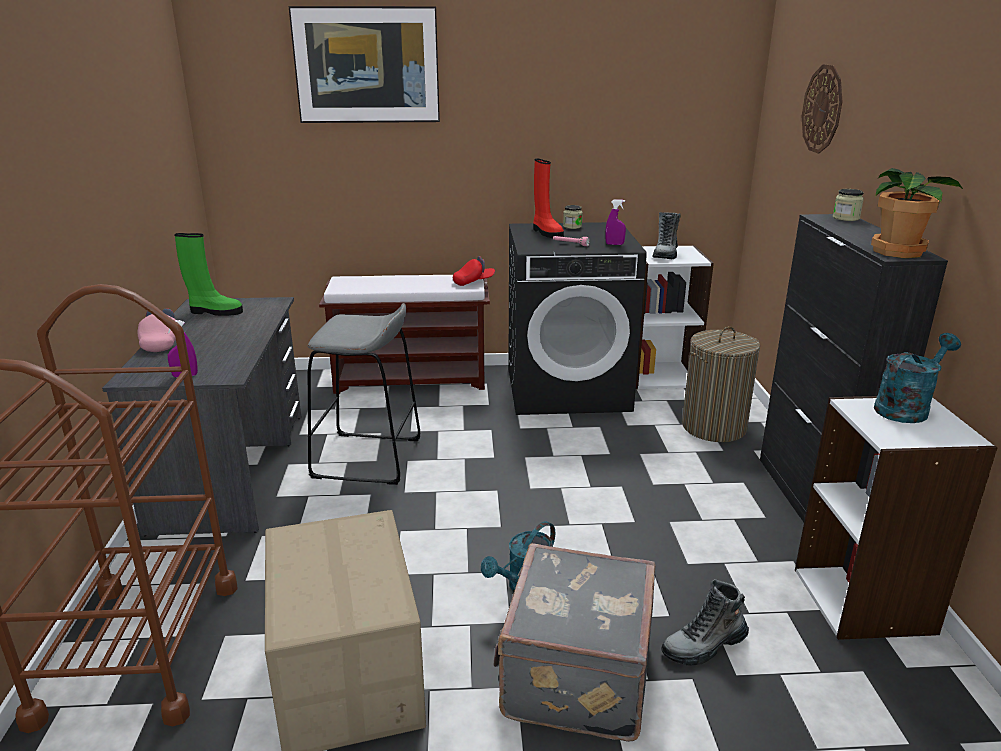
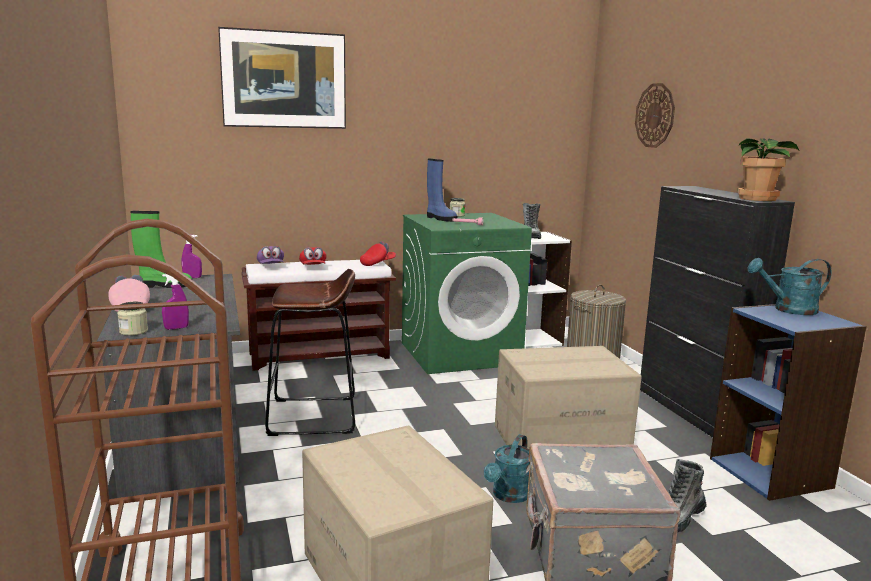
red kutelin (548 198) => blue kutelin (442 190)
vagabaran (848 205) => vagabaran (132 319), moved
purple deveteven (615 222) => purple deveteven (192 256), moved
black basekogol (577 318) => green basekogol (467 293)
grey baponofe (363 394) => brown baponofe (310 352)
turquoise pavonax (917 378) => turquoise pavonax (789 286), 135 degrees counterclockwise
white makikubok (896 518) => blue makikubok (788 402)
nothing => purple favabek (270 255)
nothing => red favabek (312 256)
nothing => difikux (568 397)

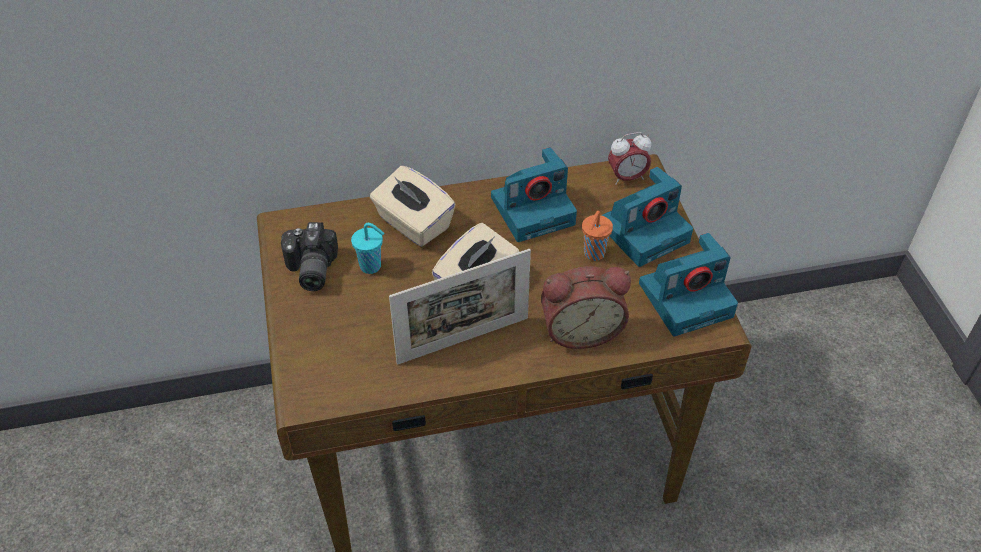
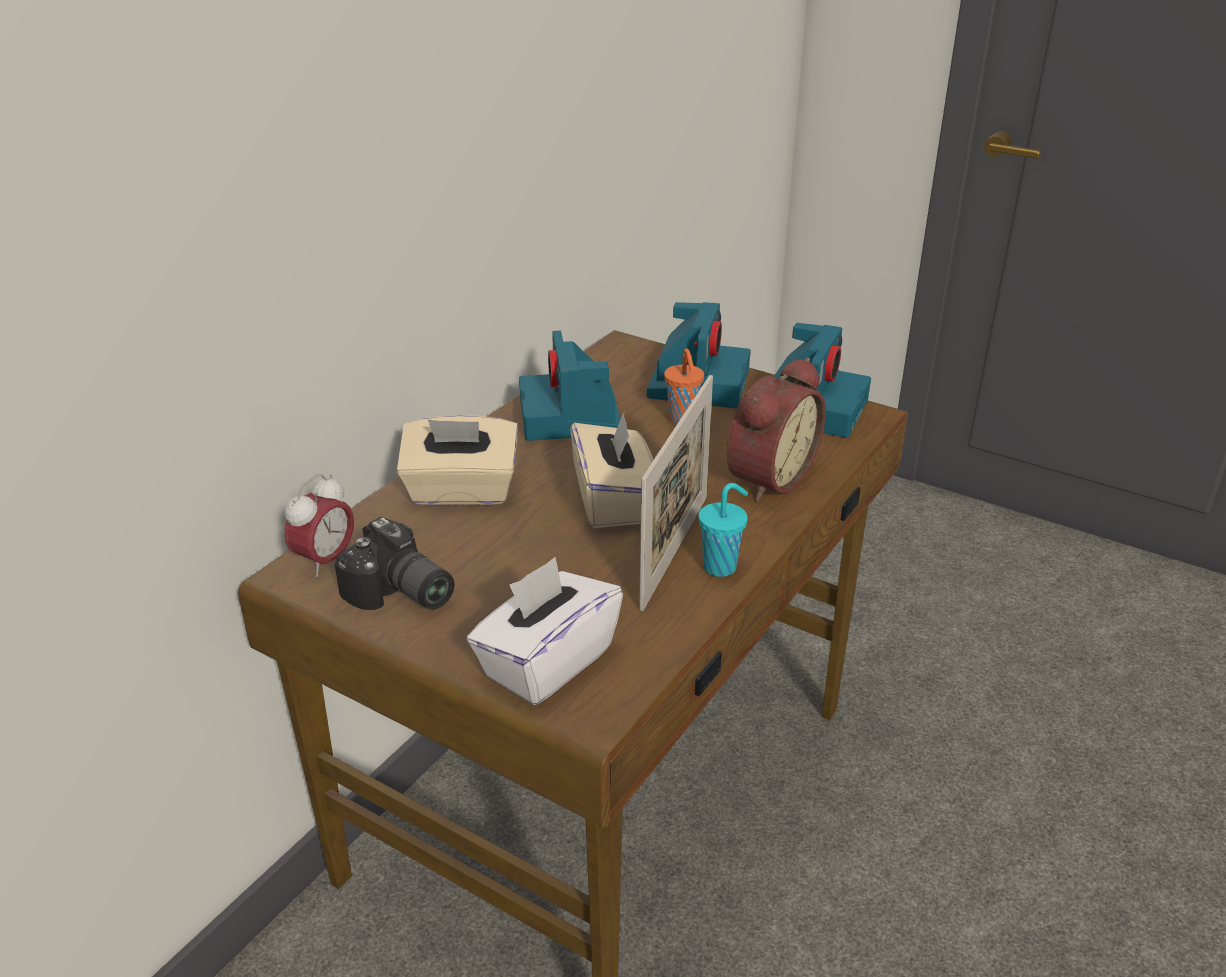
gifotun (630 158) => gifotun (319 525), moved
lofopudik (534 194) => lofopudik (570 386), 150 degrees clockwise
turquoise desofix (367 248) => turquoise desofix (723 530), moved
nothing => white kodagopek (545 631)

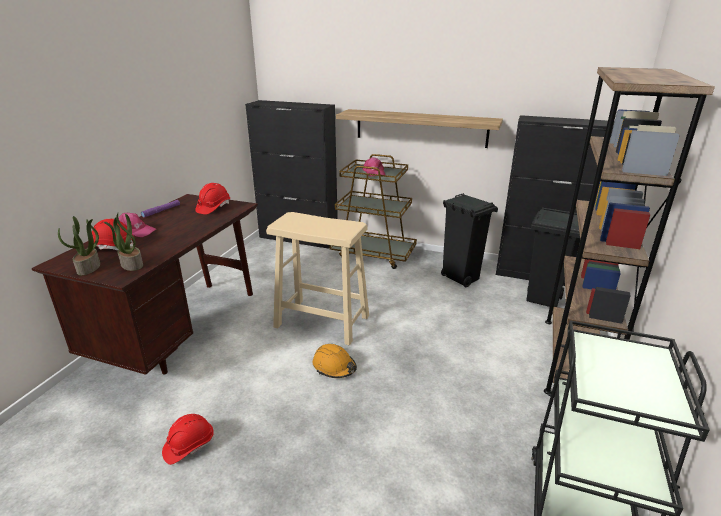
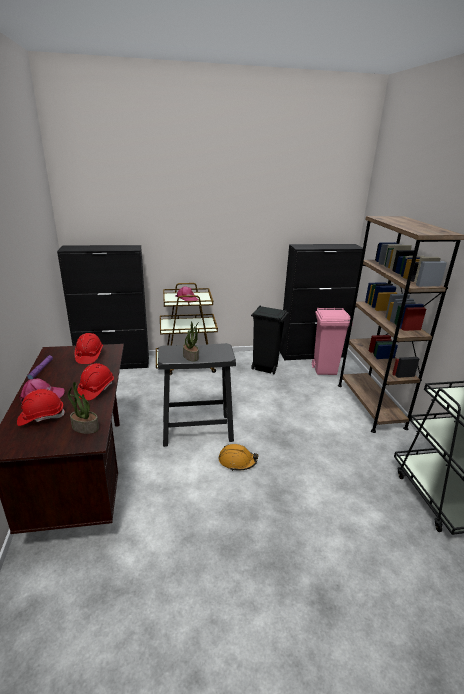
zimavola (419 128) => nothing
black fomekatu (553 257) => pink fomekatu (332 341)
beige baponofe (317 278) => black baponofe (197 395)
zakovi (79 245) => zakovi (191 341), moved
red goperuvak (188 439) => red goperuvak (95 381), moved

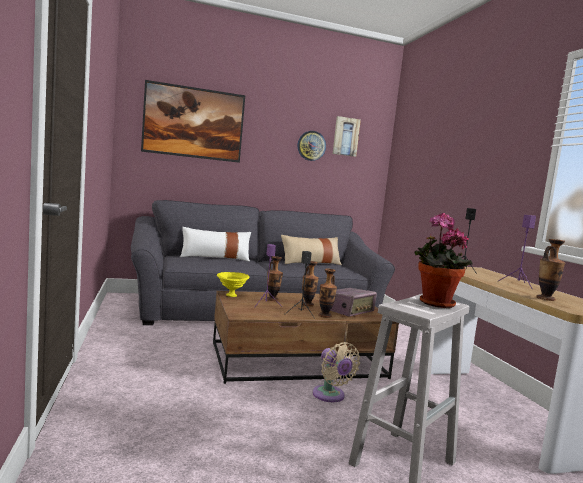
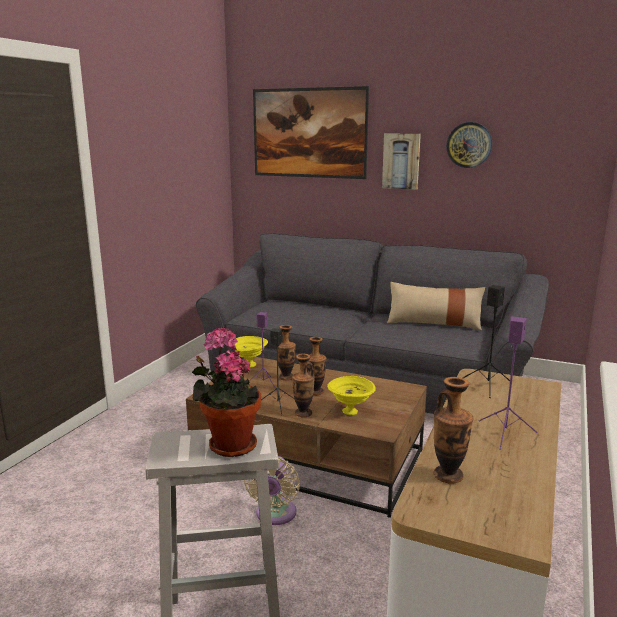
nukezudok (347 136) => nukezudok (401 162), moved
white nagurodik (215 244) => nothing
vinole (353 302) => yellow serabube (351 395)

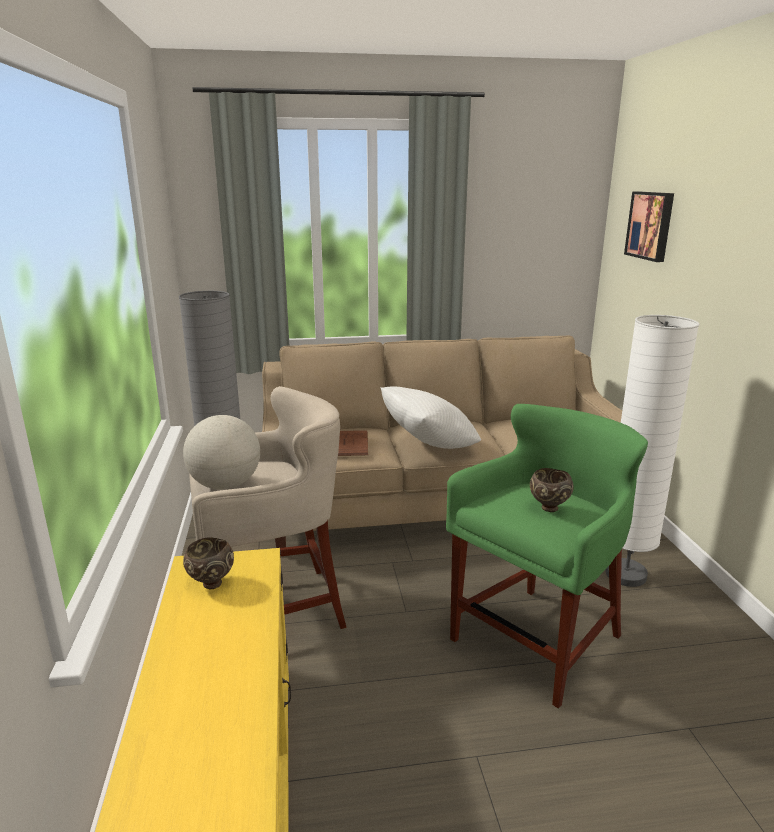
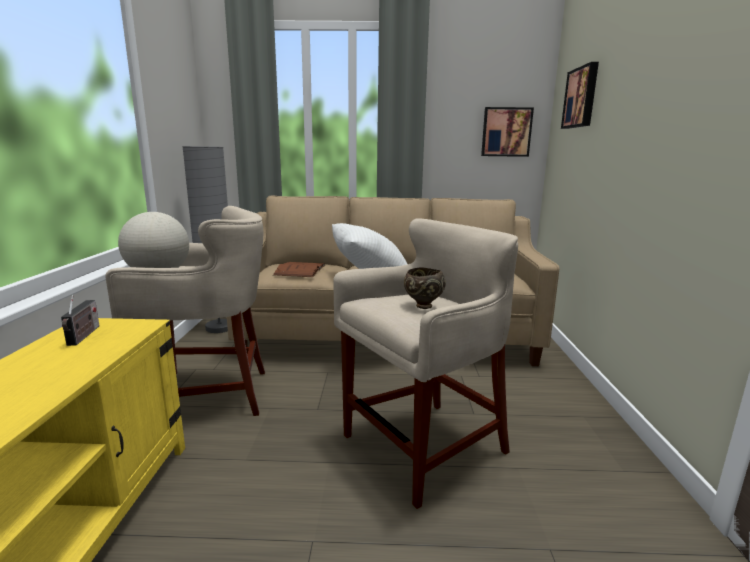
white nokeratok (652 451) => nothing
green baponofe (547 556) => beige baponofe (425 364)
brown serabube (208 563) => vinole (80 320)
nothing => nukezudok (507 132)

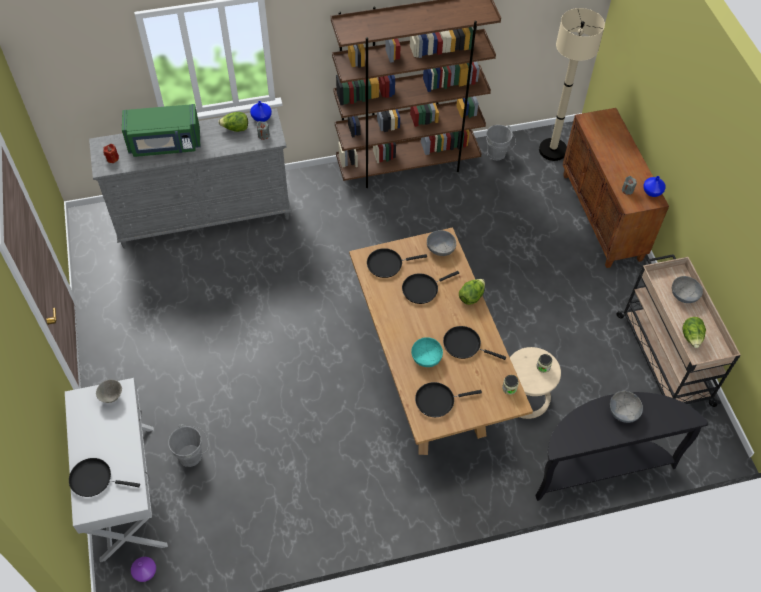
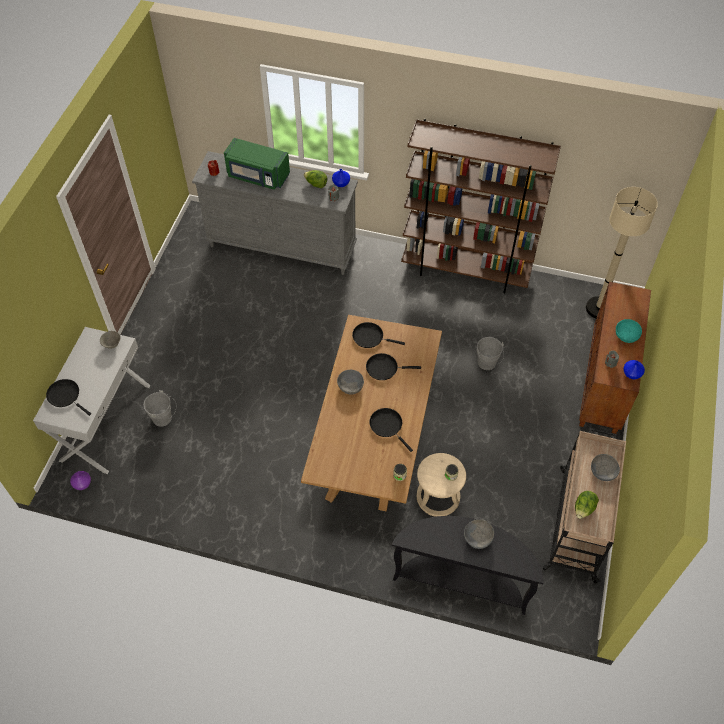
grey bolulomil (501 142) => grey bolulomil (490 353), moved
grey serabube (441 243) => grey serabube (350 382), moved
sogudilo (472 292) => nothing
turquoise serabube (427 352) => turquoise serabube (629 331), moved
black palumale (448 399) => nothing

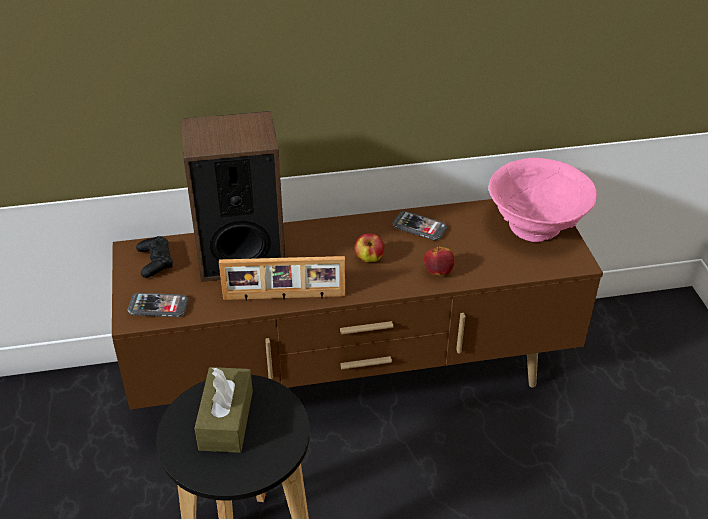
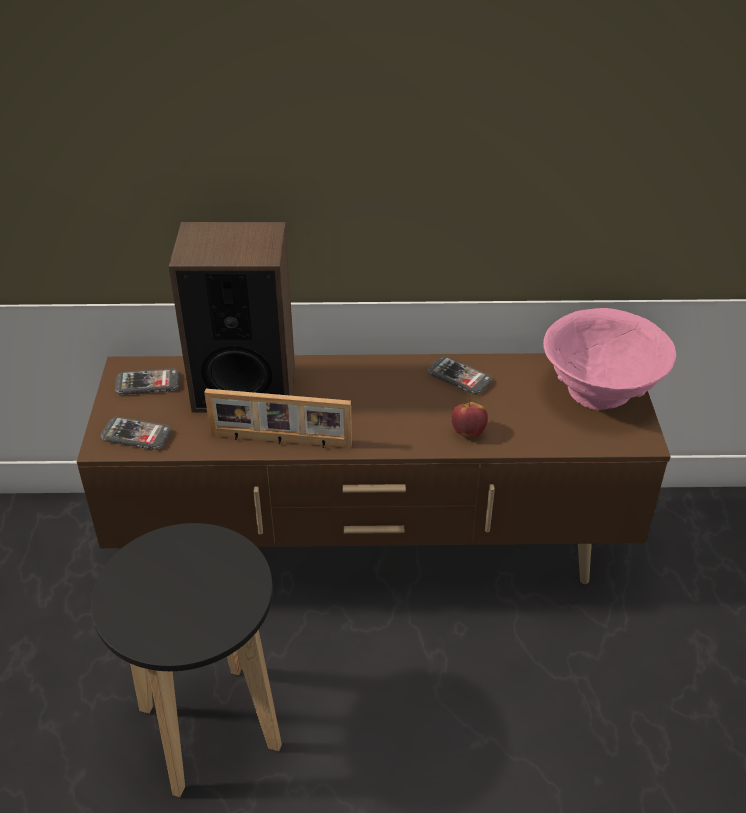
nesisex (370 247) => nothing
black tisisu (154 257) => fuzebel (147 381)
brown kodagopek (224 410) => nothing

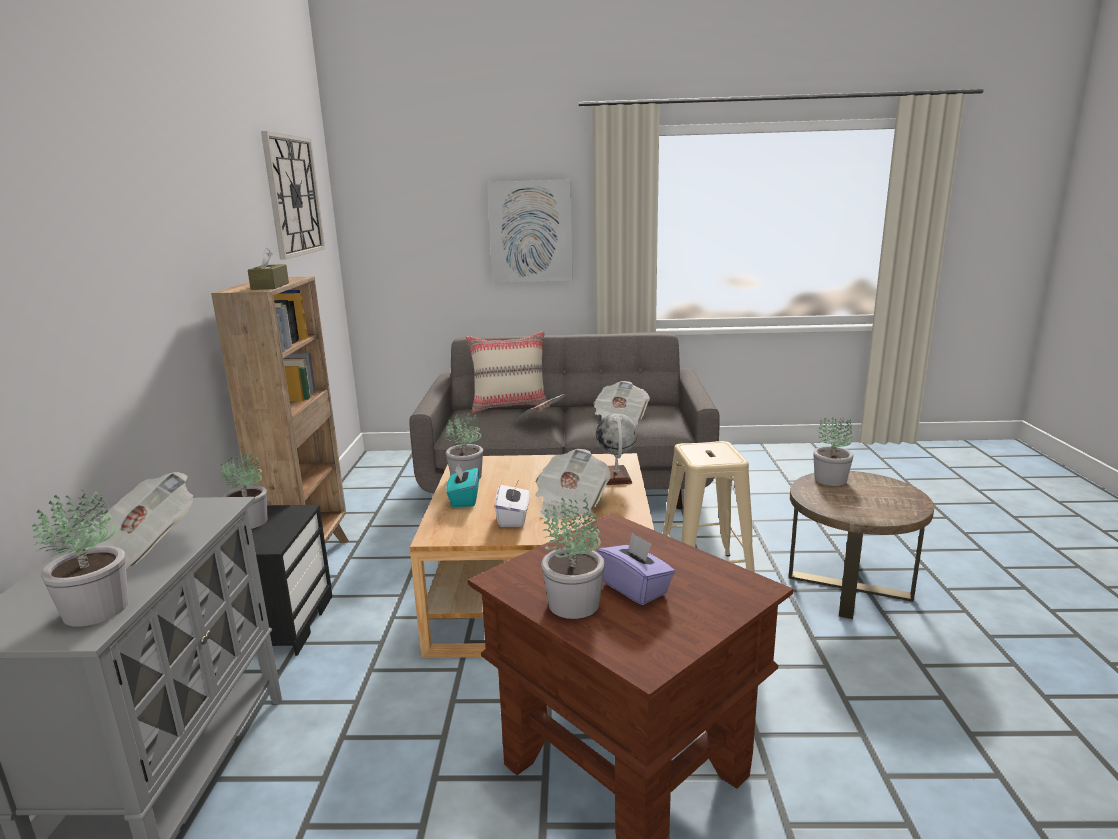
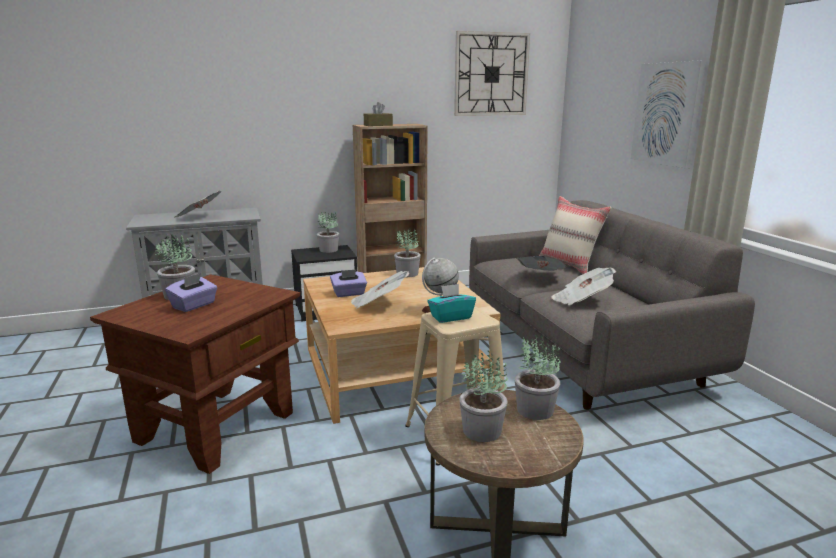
turquoise kodagopek (462 485) => turquoise kodagopek (451 303), moved
white kodagopek (512 504) => purple kodagopek (348 283)
zakovi (81 558) => zakovi (483 396), moved

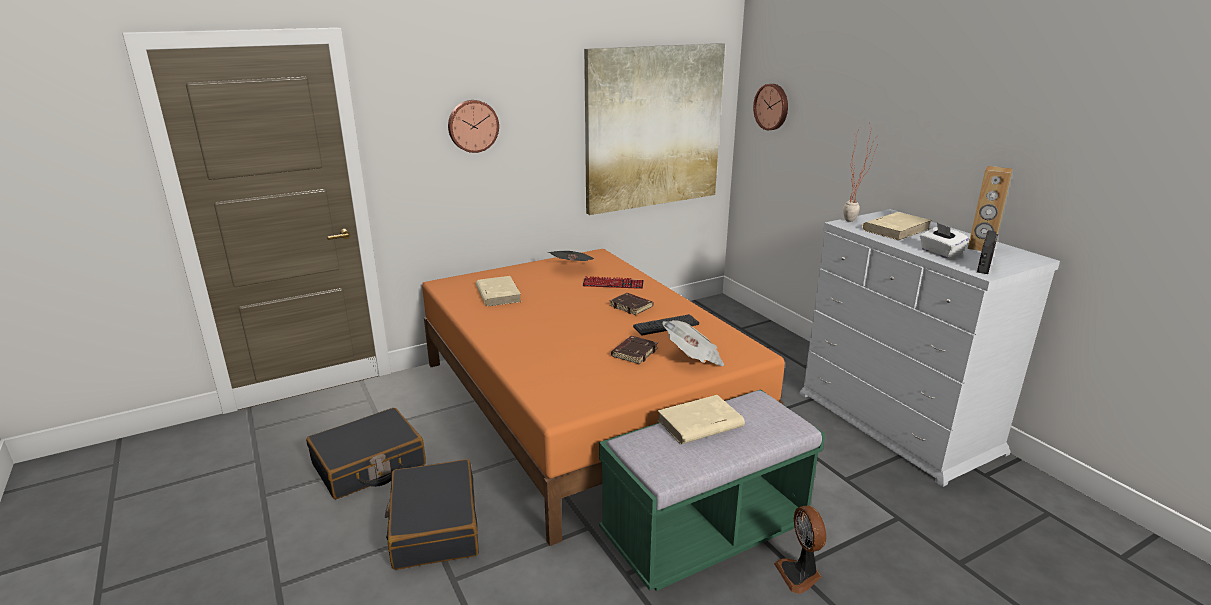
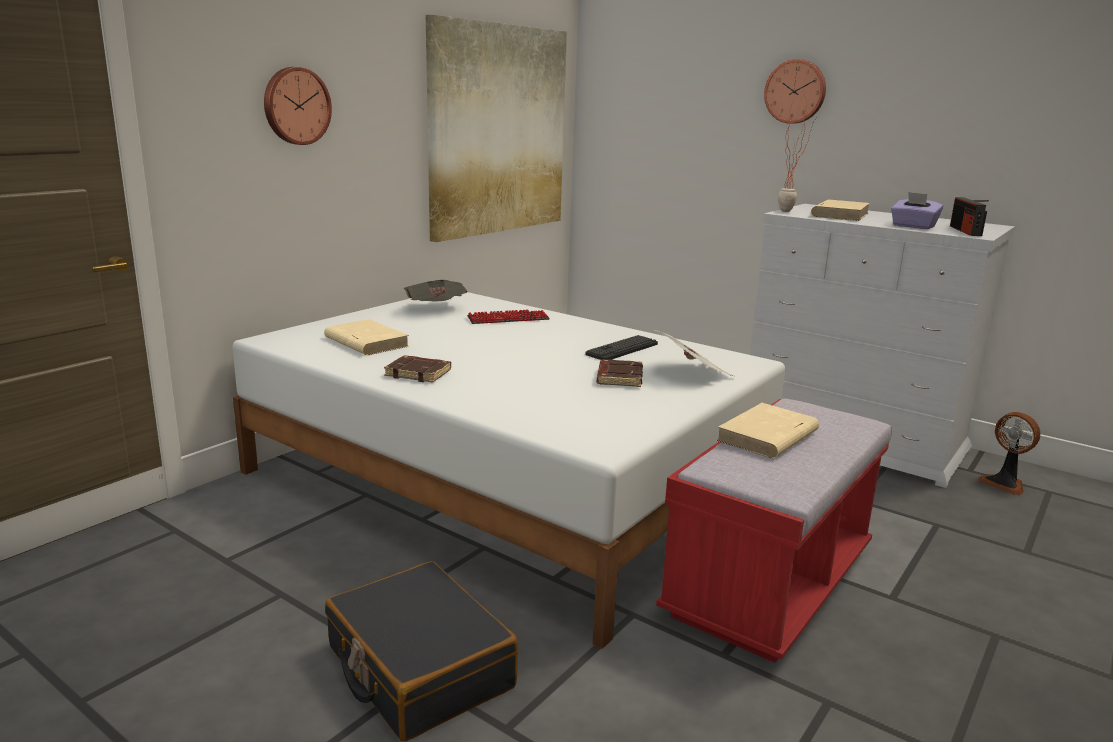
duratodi (770 107) => duratodi (795 91), moved
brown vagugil (990 208) => nothing
white kodagopek (944 241) => purple kodagopek (917 210)
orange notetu (603 397) => white notetu (508 470)
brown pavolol (631 304) => brown pavolol (417 369), moved
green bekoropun (712 490) => red bekoropun (774 531)
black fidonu (366 453) => nothing
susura (800 550) => susura (1009 453), moved

